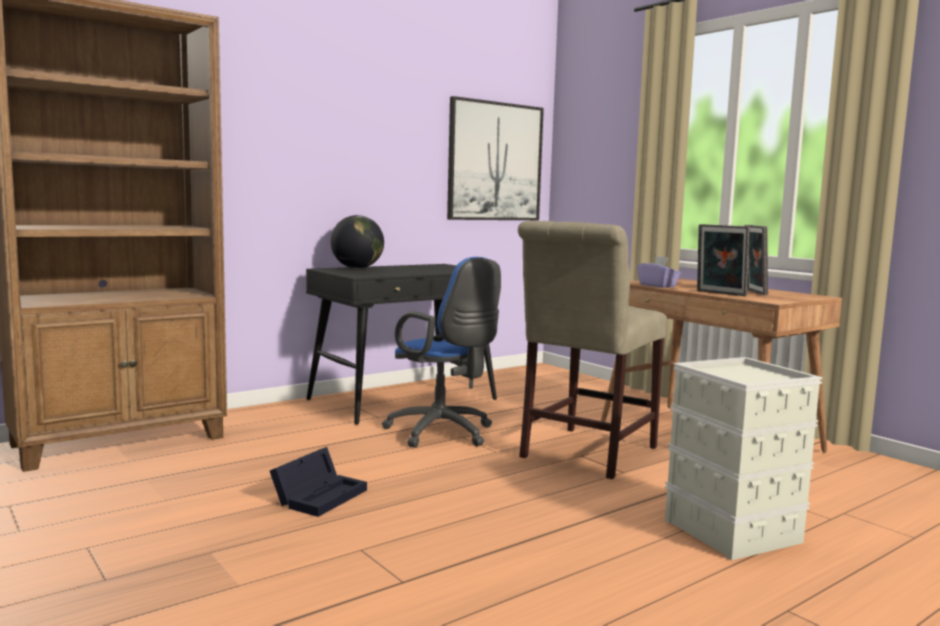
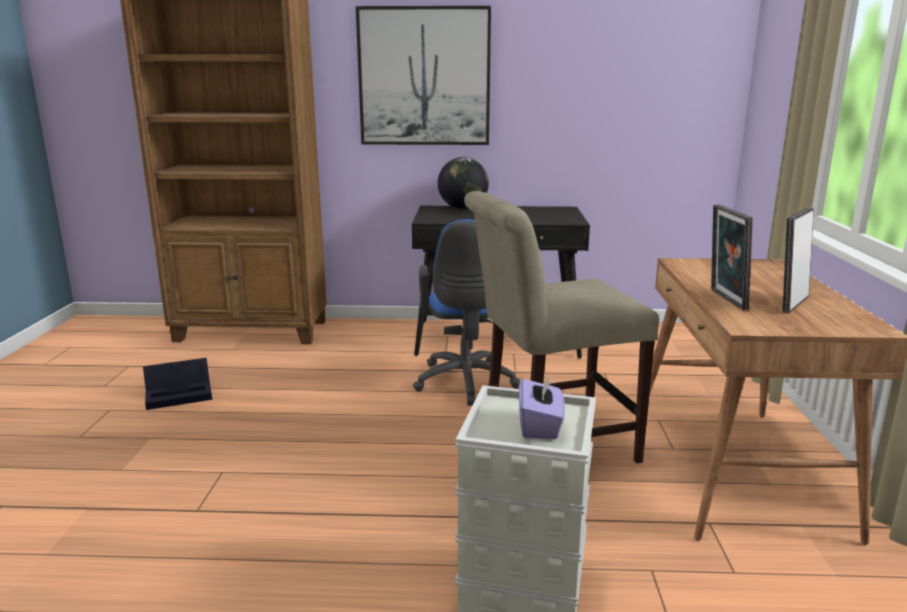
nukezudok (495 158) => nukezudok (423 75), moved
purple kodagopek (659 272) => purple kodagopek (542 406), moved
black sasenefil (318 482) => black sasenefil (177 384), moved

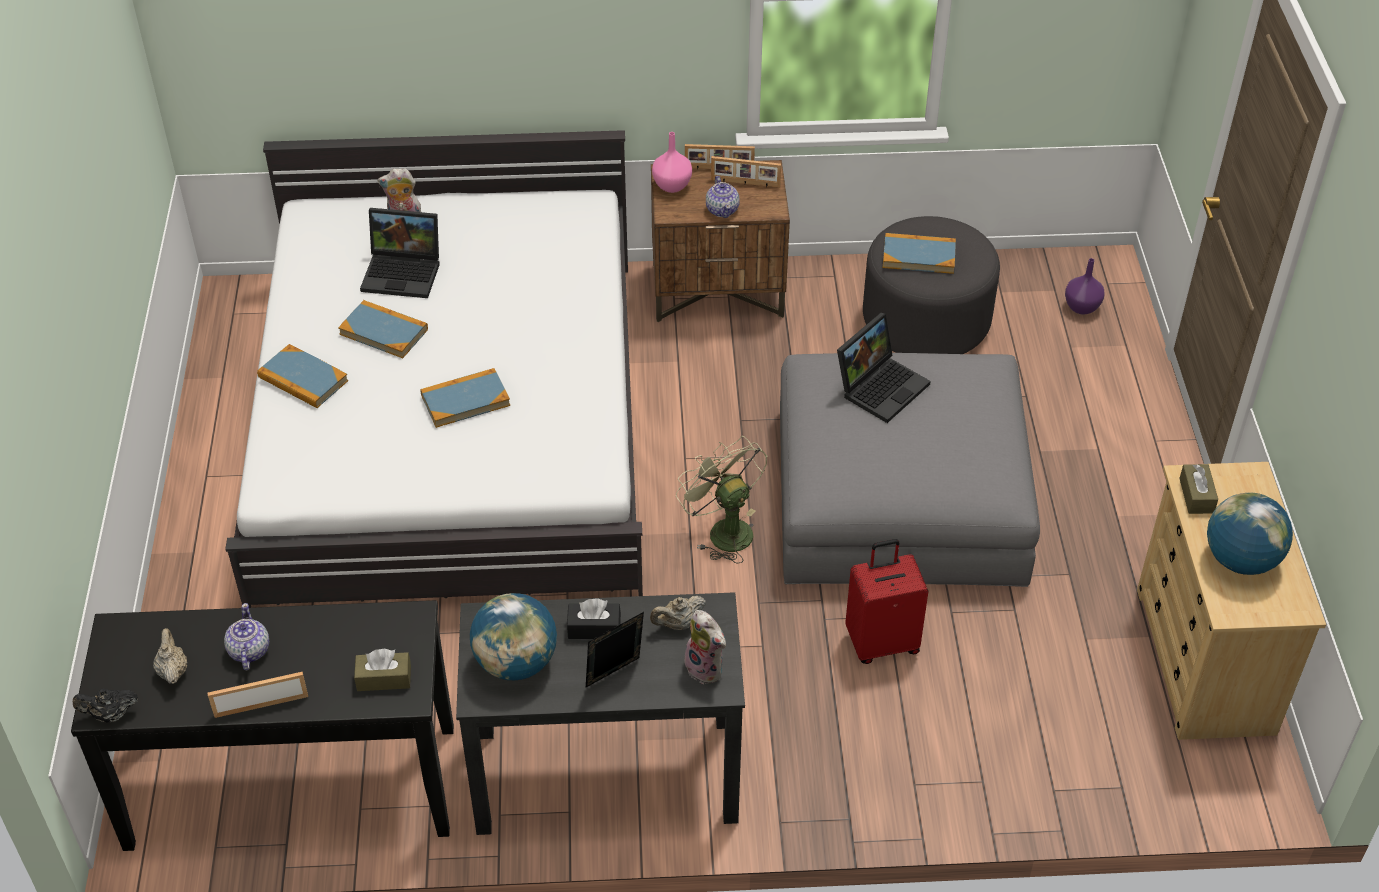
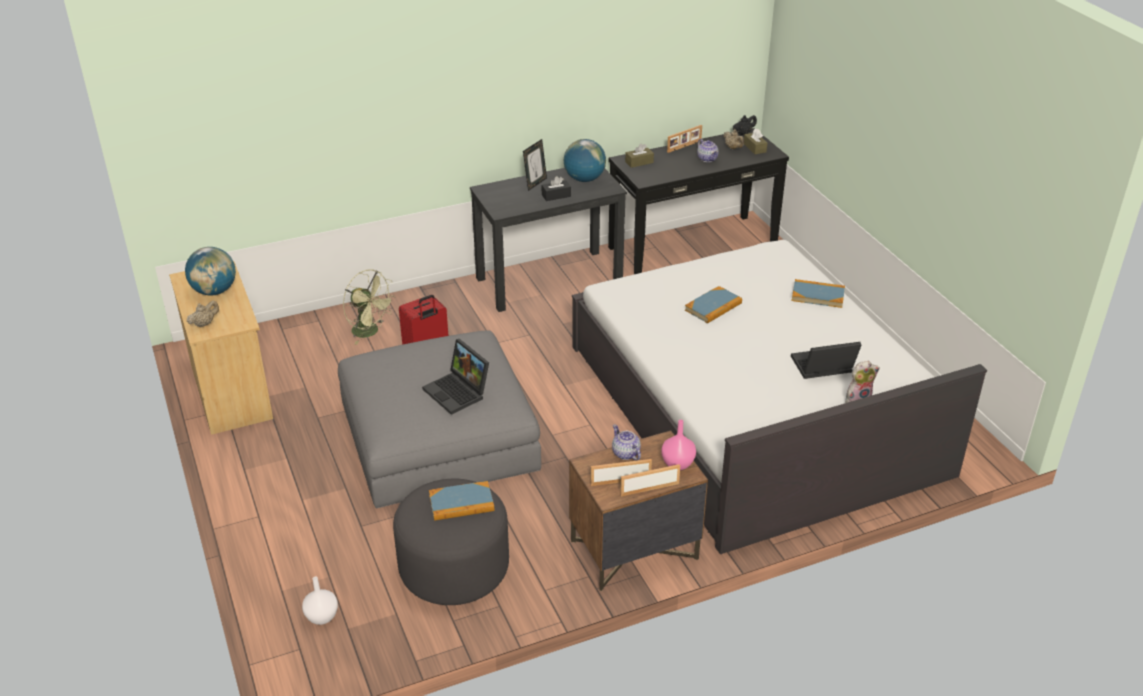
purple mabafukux (1085 286) => white mabafukux (320 600)
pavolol (383 329) => nothing
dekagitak (884 368) => dekagitak (455 377), 60 degrees counterclockwise
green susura (721 500) => green susura (369 307), moved
brown kodagopek (1198 489) => brown kodagopek (755 141), moved
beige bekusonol (678 613) => beige bekusonol (203 314), moved
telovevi (705 647) => nothing

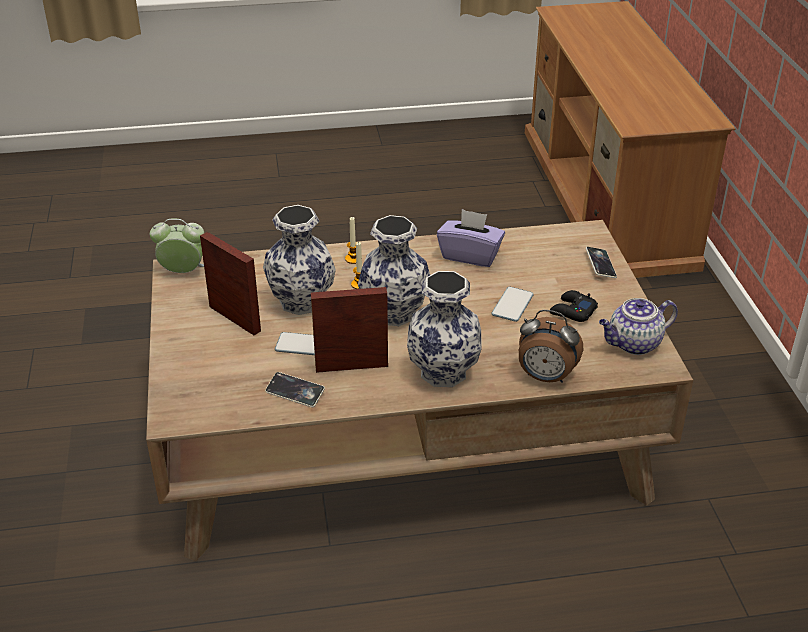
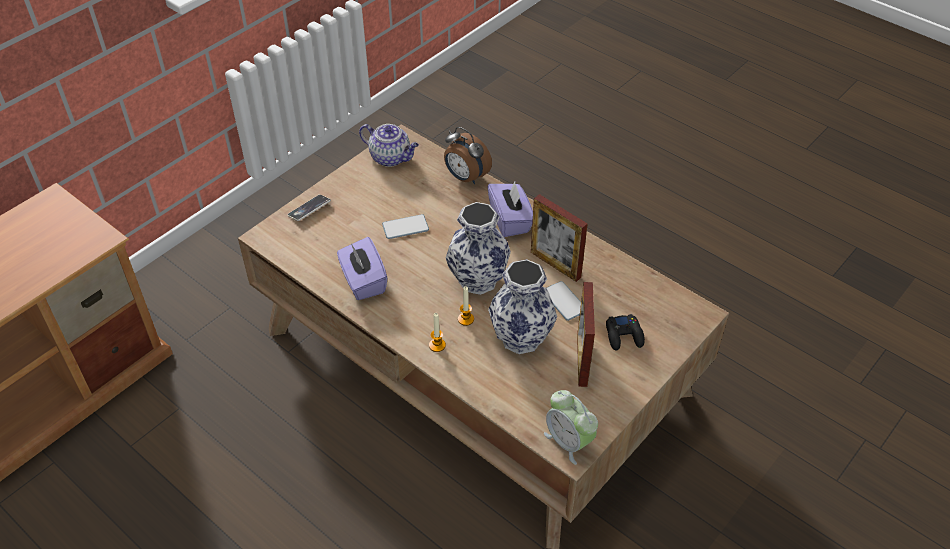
mabafukux (444 329) => purple kodagopek (510 209)
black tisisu (574 306) => black tisisu (625 332), moved
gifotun (551 346) => gifotun (468 155), 150 degrees clockwise
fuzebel (295 389) => nothing

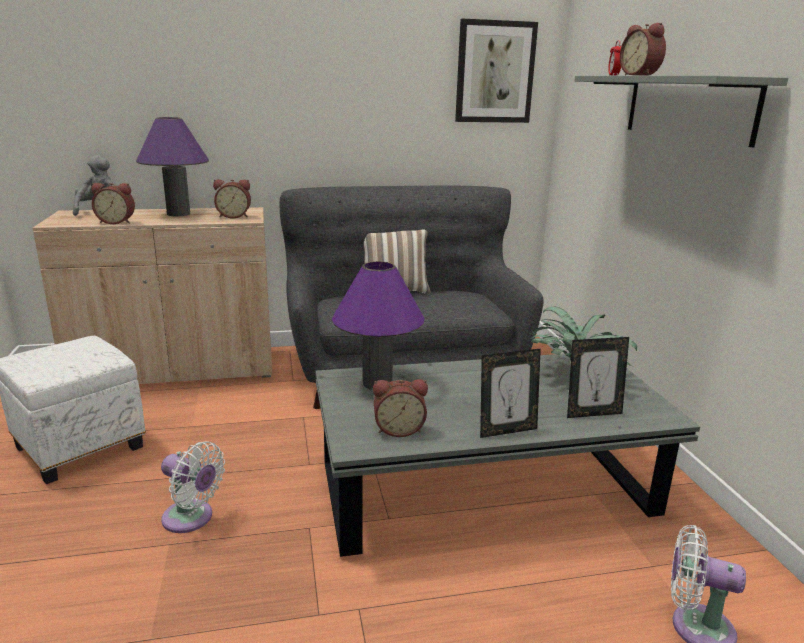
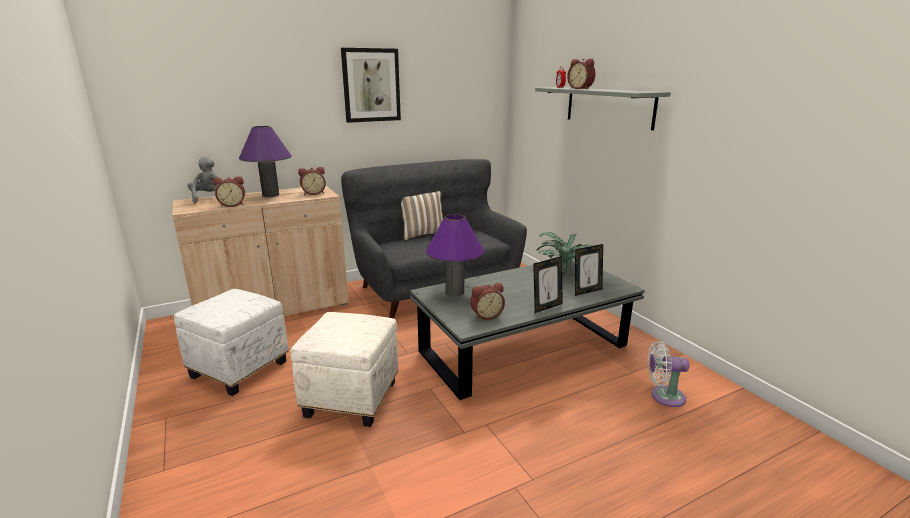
nukezudok (496 71) => nukezudok (371 85), moved
white susura (193 487) => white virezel (344 369)

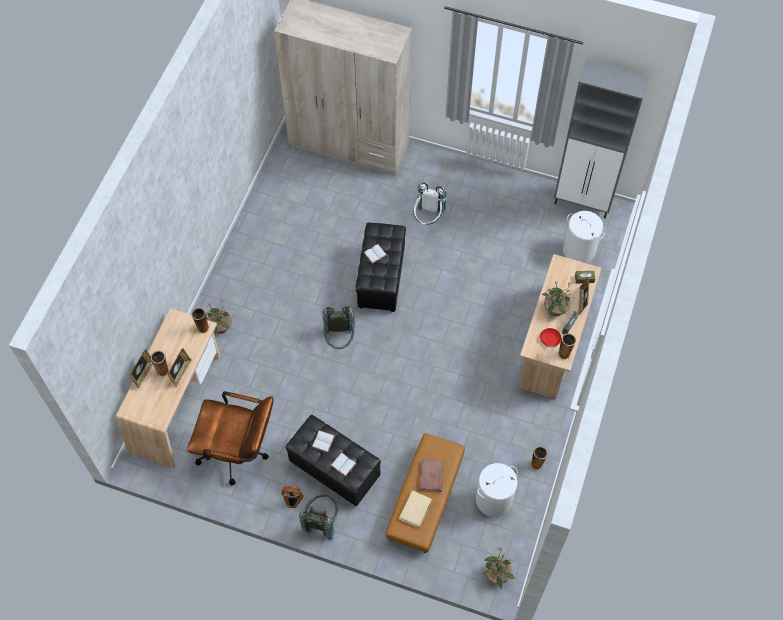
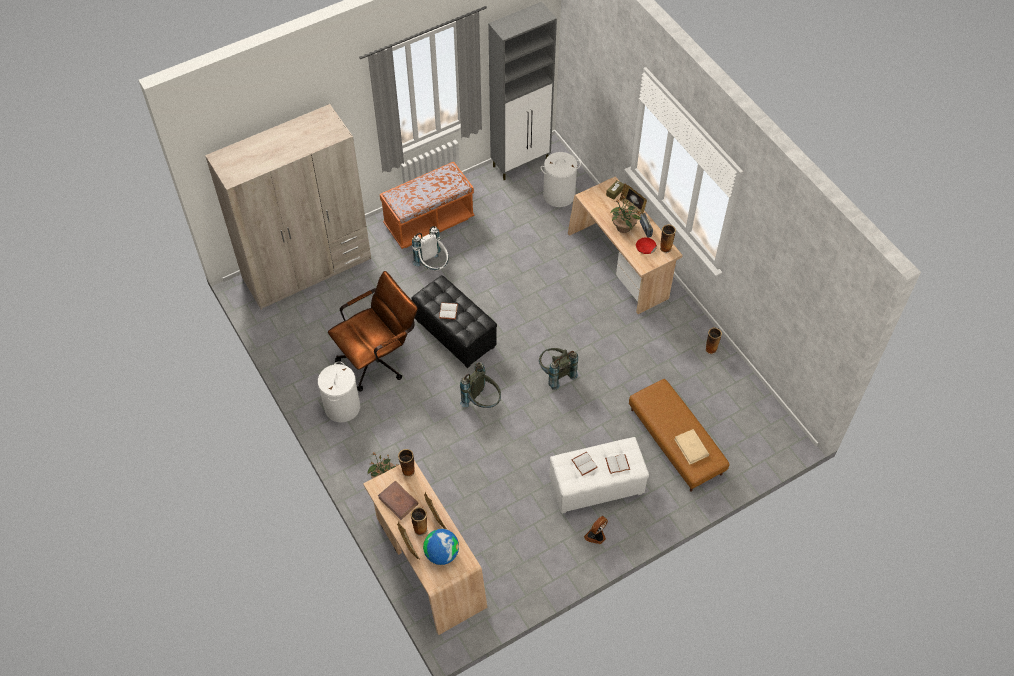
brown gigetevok (230 438) => brown gigetevok (373 331), moved
black virezel (333 460) => white virezel (599 475)
brown pavolol (431 475) => brown pavolol (398 500), moved
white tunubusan (497 490) => white tunubusan (339 391), moved
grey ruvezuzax (318 517) => grey ruvezuzax (558 369), moved
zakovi (498 568) => nothing
nothing => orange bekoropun (427 205)
nothing => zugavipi (441 547)

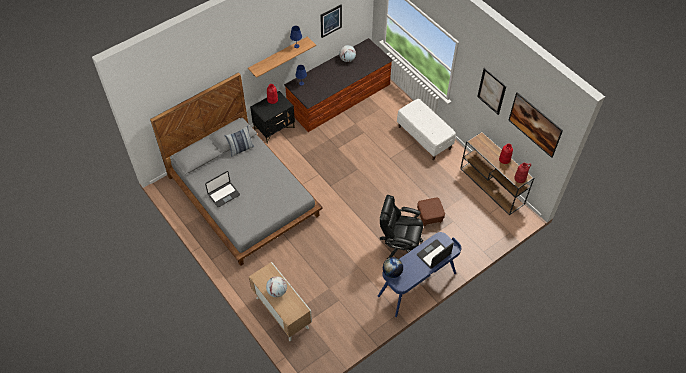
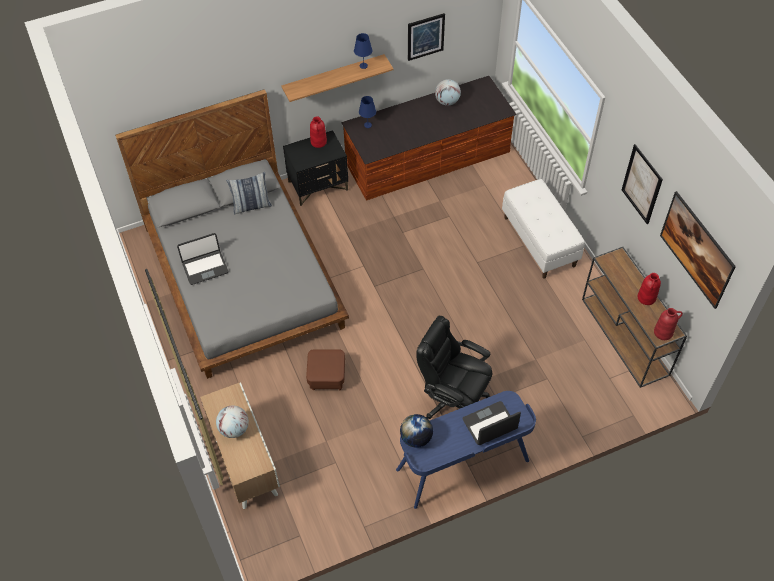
brown virezel (431 212) => brown virezel (325 369), moved

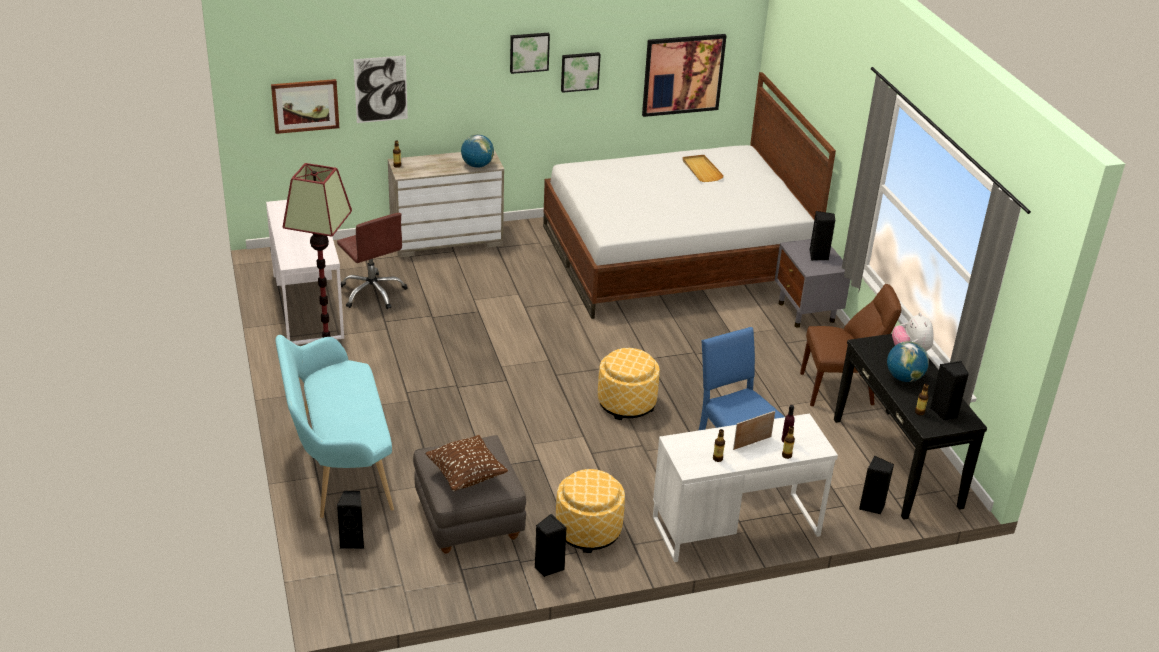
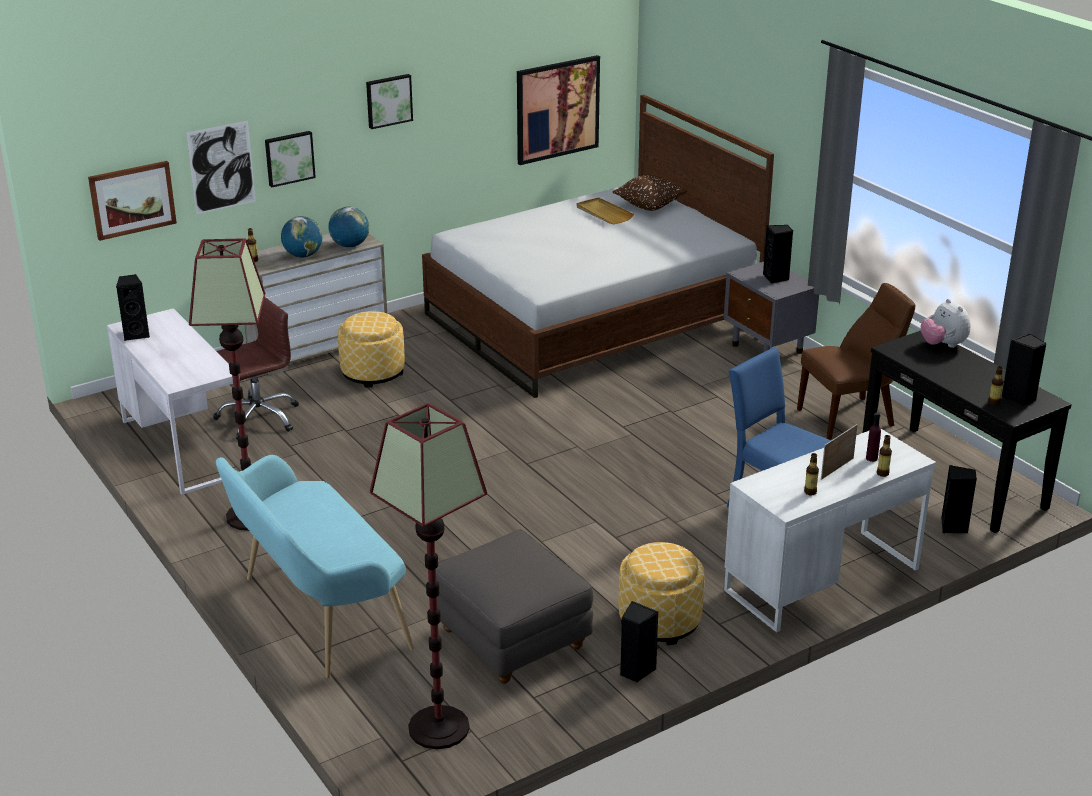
nukezudok (581 72) => nukezudok (290 159), moved
brown gigetevok (372 261) => brown gigetevok (256 368), 75 degrees counterclockwise
zugavipi (908 361) => zugavipi (301 237), moved
virezel (629 384) => virezel (371 349), moved
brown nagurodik (466 463) => brown nagurodik (650 193), moved
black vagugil (350 520) => black vagugil (133 307), moved
nothing => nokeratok (428 576)

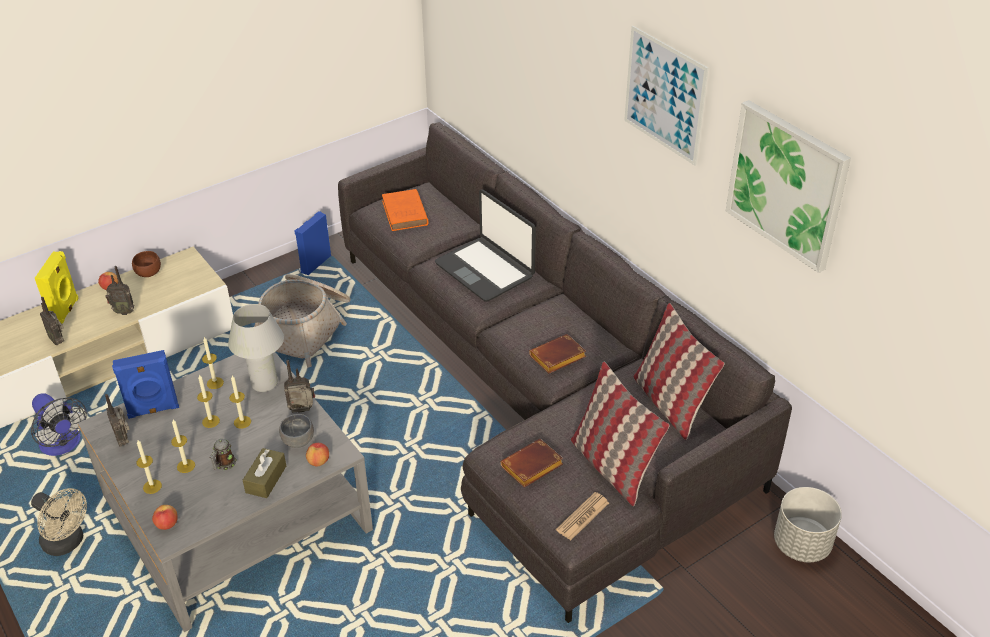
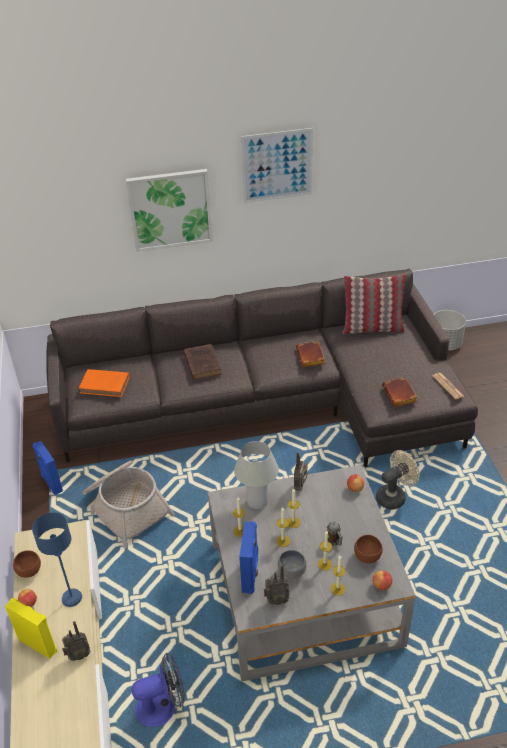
nukezudok (788 186) => nukezudok (169 210), moved
dekagitak (485 246) => brown pavolol (202 362)
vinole (120 290) => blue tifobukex (57 559)
nagurodik (620 434) => nothing
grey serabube (296 431) => grey serabube (292 564), moved
brown kodagopek (264 473) => nothing
beige susura (59 522) => beige susura (398 480), moved
nothing => brown serabube (368 549)

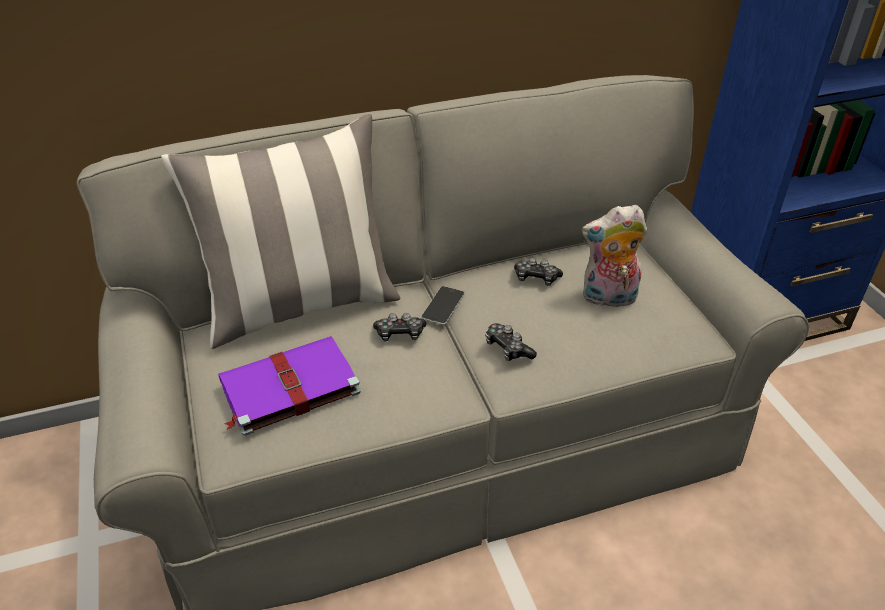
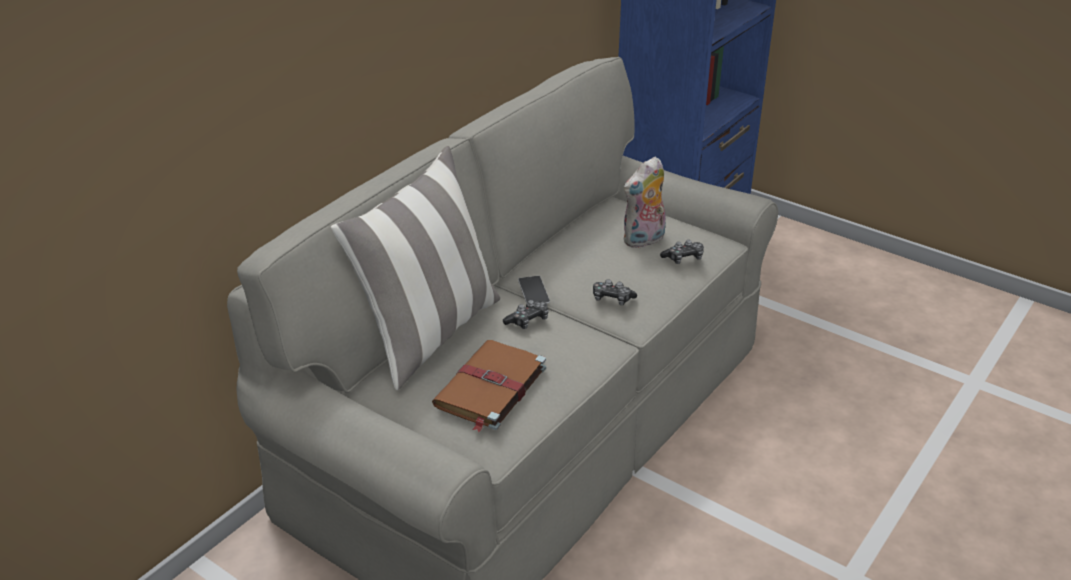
tisisu (538 272) => tisisu (682 252), moved
purple pavolol (289 386) => brown pavolol (489 386)

